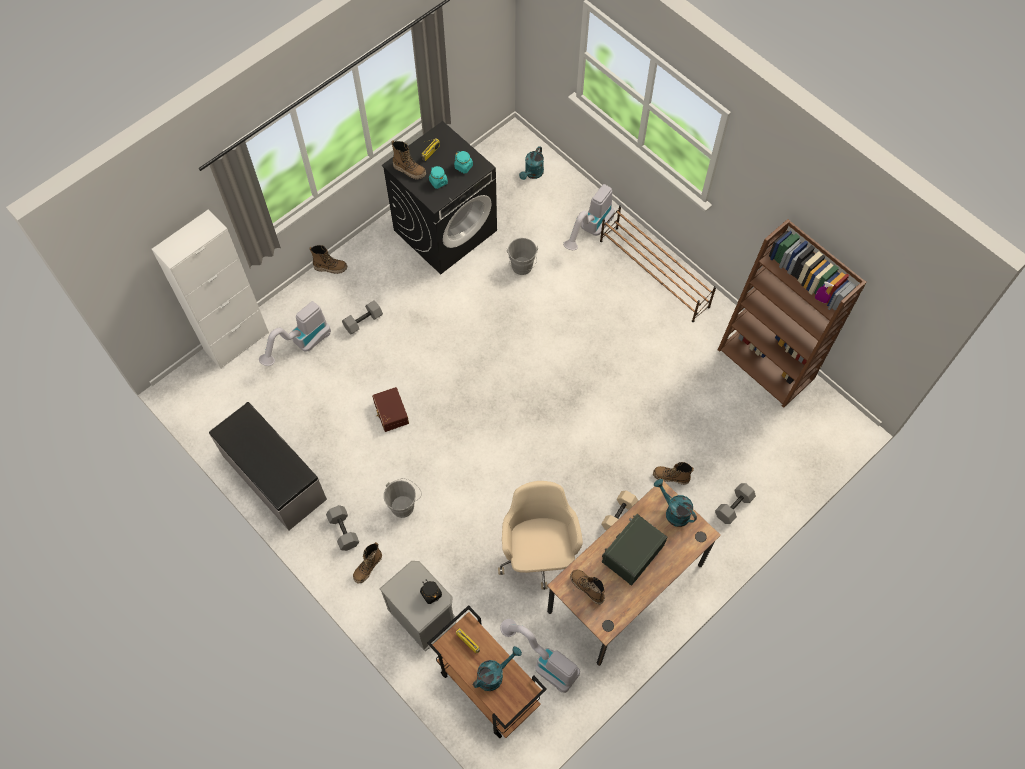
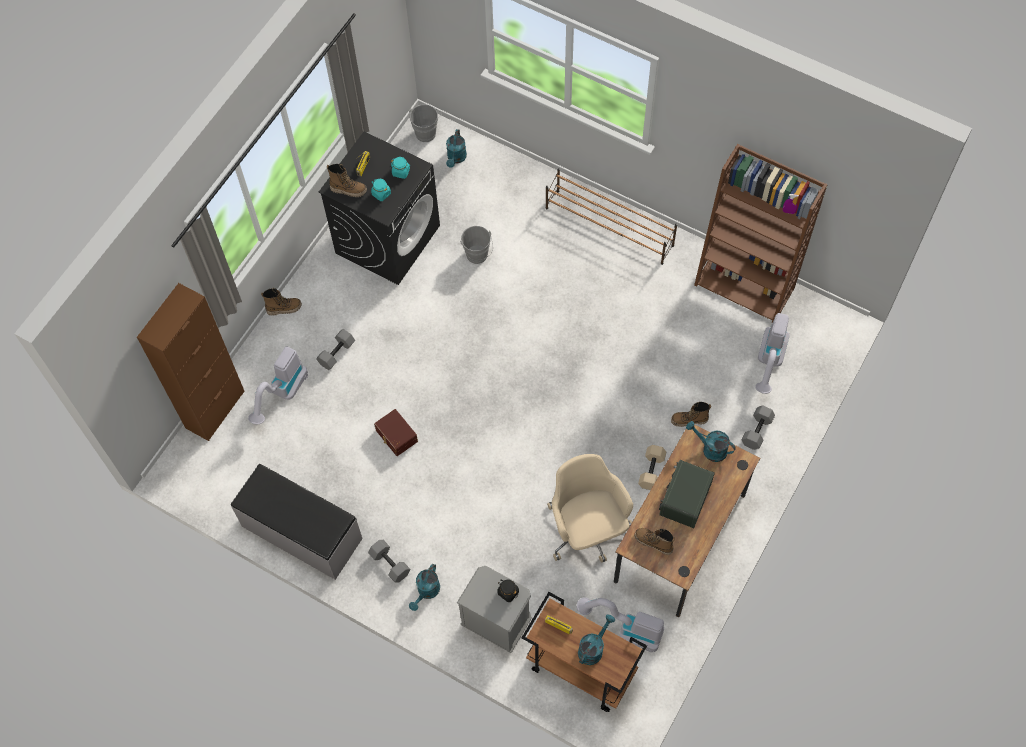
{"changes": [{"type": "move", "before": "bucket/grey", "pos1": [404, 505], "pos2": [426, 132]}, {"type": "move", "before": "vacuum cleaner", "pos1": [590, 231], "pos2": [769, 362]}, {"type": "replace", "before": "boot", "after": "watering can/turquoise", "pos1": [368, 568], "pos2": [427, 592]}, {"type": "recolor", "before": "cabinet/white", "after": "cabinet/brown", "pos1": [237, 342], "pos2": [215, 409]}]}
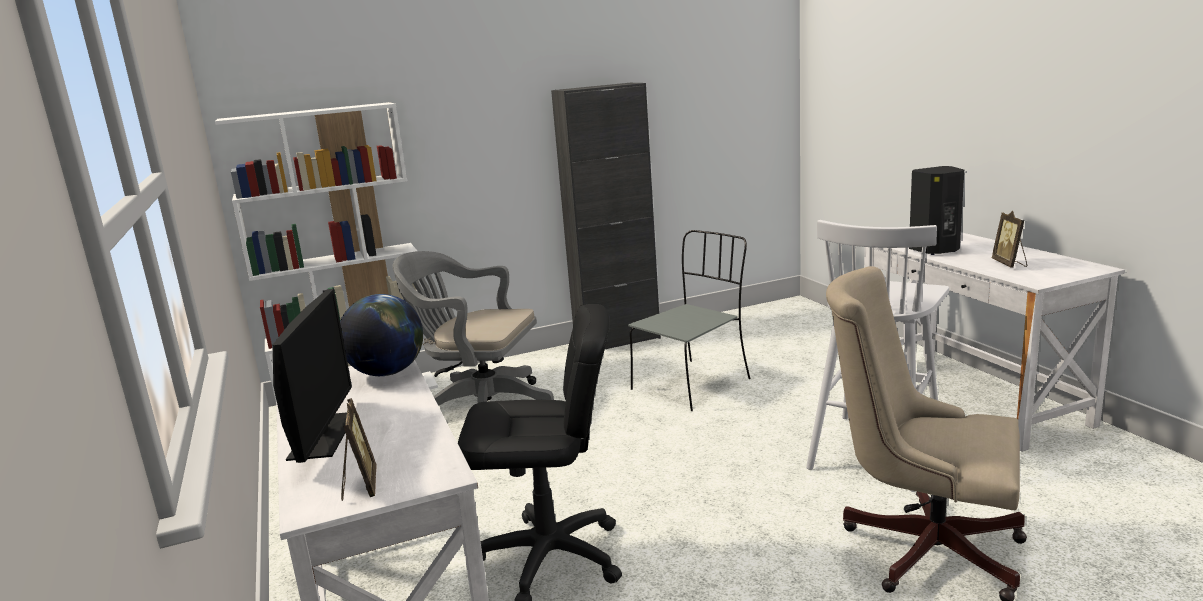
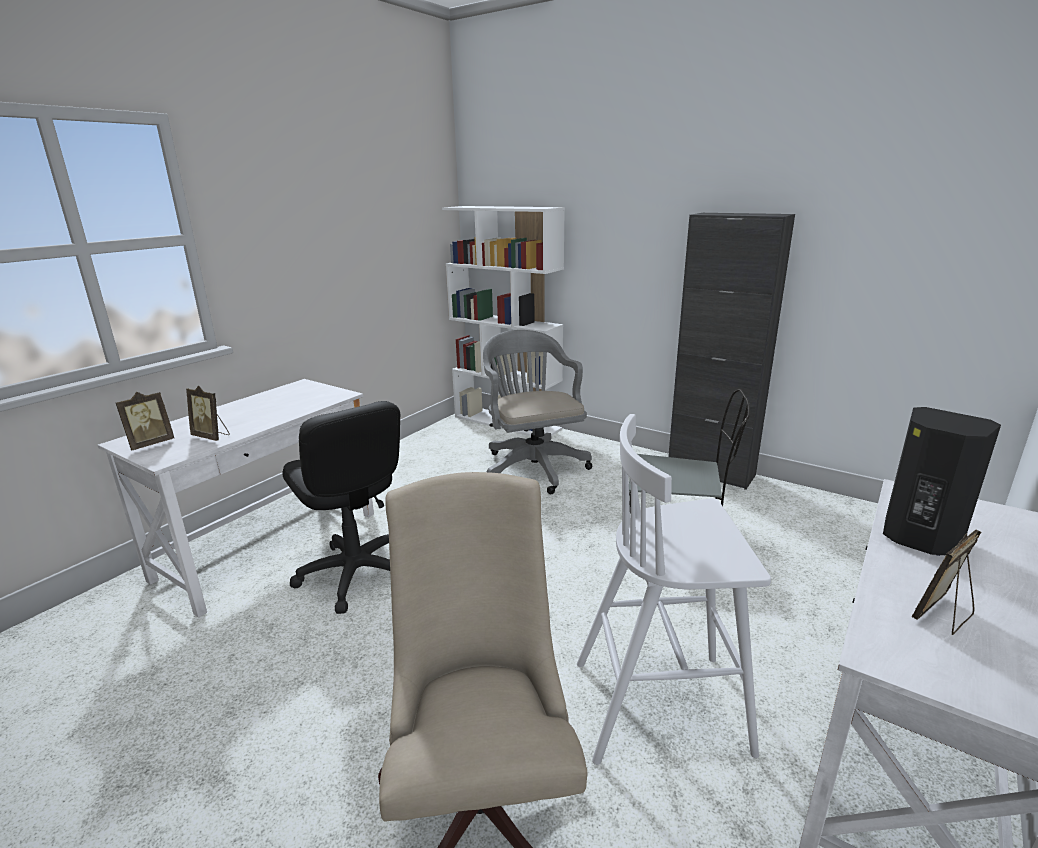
{"changes": [{"type": "delete", "before": "monitor", "pos1": [323, 435]}, {"type": "delete", "before": "globe", "pos1": [387, 372]}, {"type": "insert", "after": "picture frame", "pos2": [212, 436]}]}
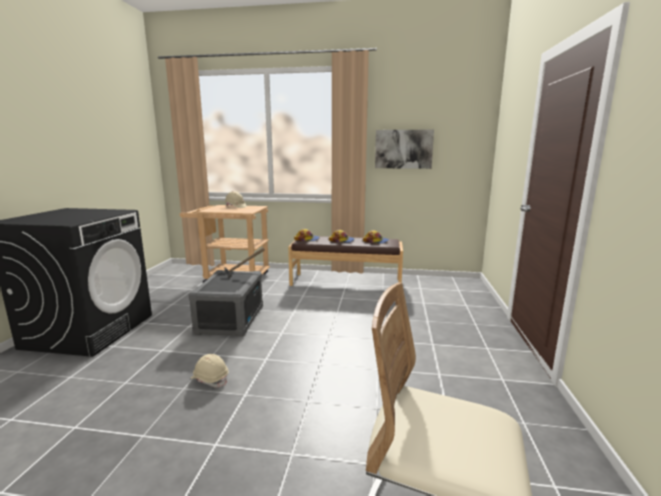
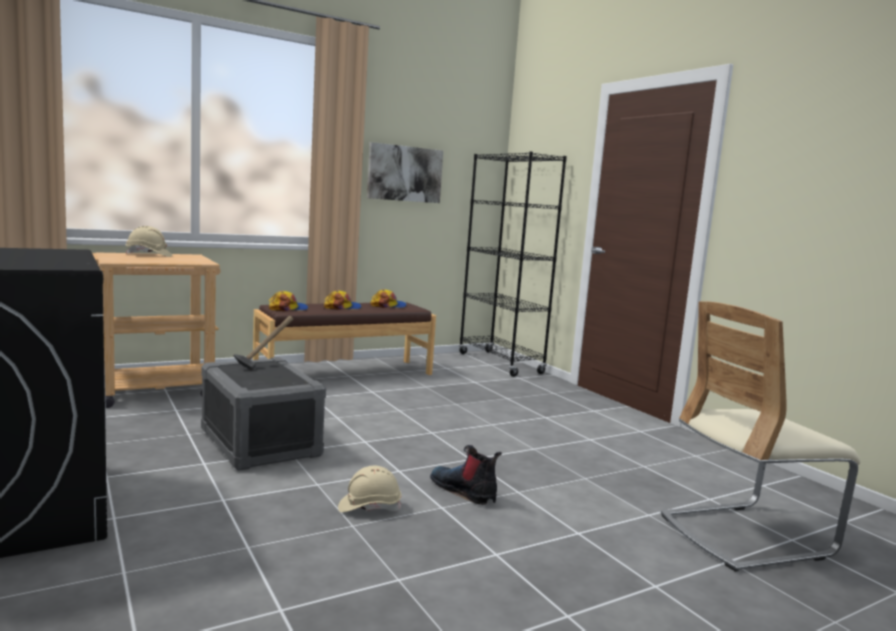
{"changes": [{"type": "insert", "after": "boot", "pos2": [464, 491]}, {"type": "insert", "after": "bookcase/black", "pos2": [500, 363]}]}
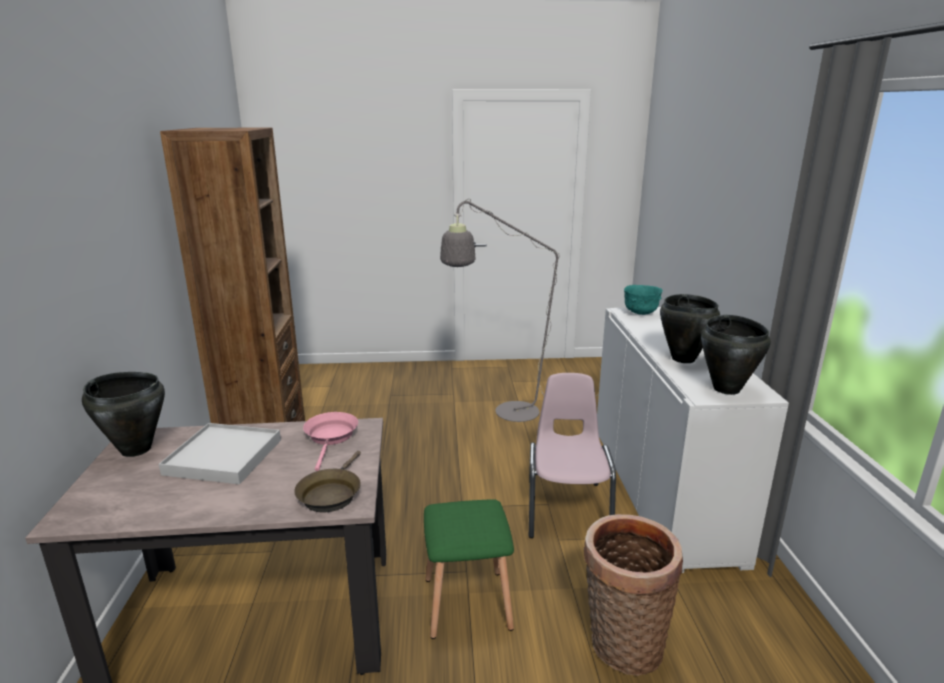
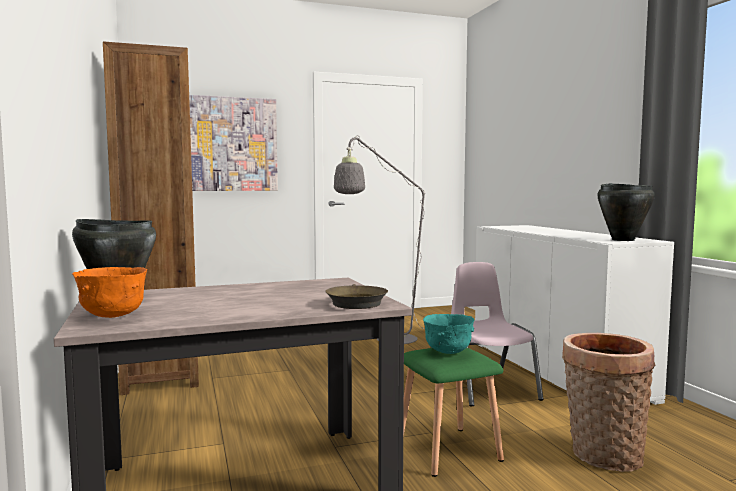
{"changes": [{"type": "delete", "before": "tray/white", "pos1": [223, 457]}, {"type": "delete", "before": "frying pan/pink", "pos1": [331, 437]}, {"type": "delete", "before": "cooking pot/black", "pos1": [683, 359]}, {"type": "insert", "after": "bowl/orange", "pos2": [112, 316]}, {"type": "insert", "after": "picture", "pos2": [230, 144]}, {"type": "move", "before": "bowl/turquoise", "pos1": [640, 313], "pos2": [448, 352]}]}
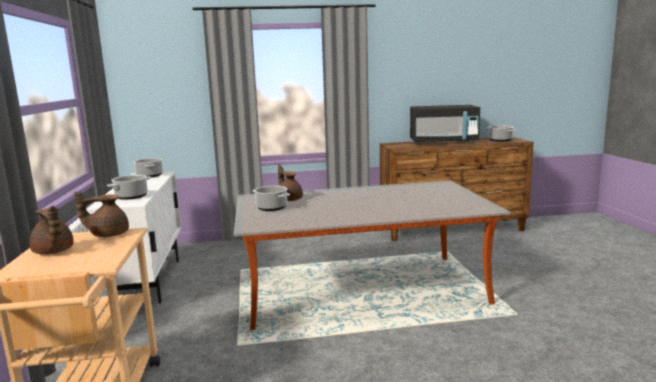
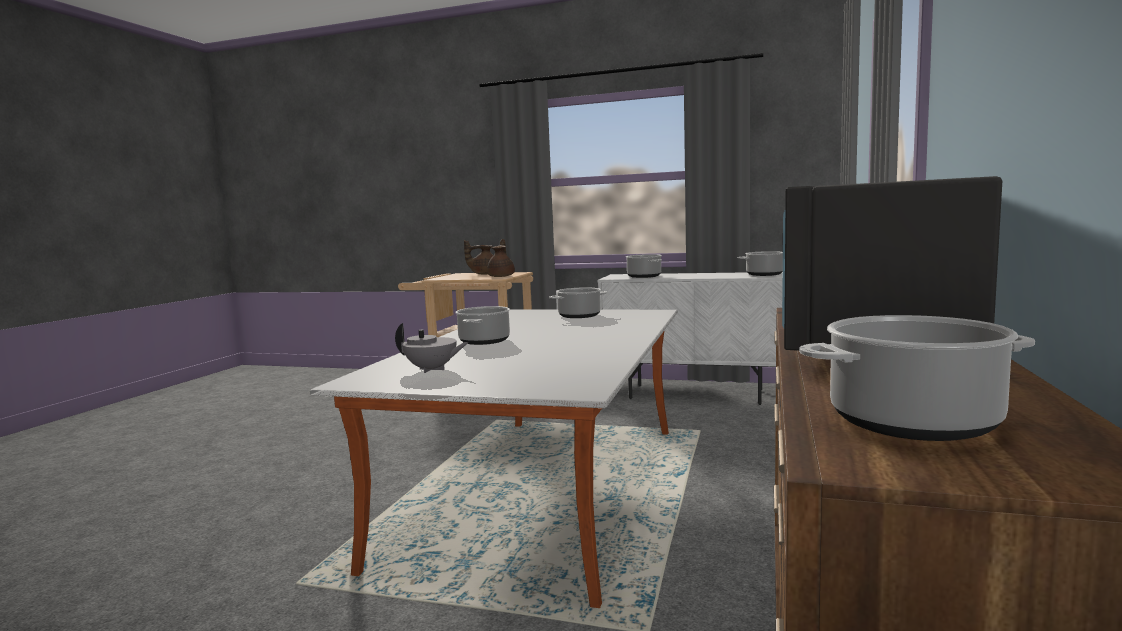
{"changes": [{"type": "delete", "before": "teapot/brown", "pos1": [290, 199]}, {"type": "insert", "after": "teapot/grey", "pos2": [432, 369]}, {"type": "insert", "after": "cooking pot", "pos2": [484, 341]}]}
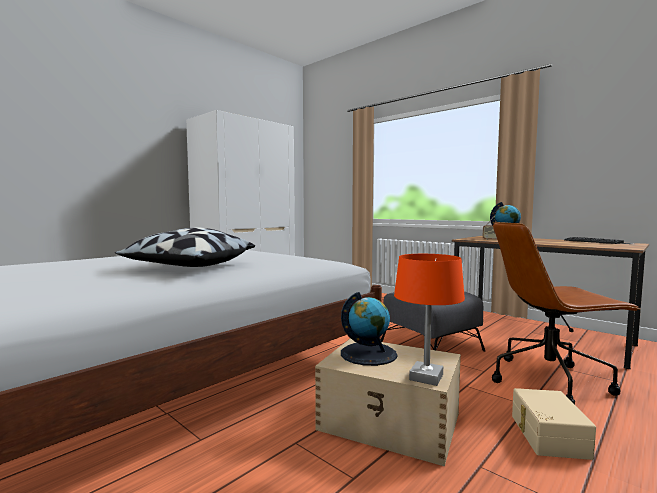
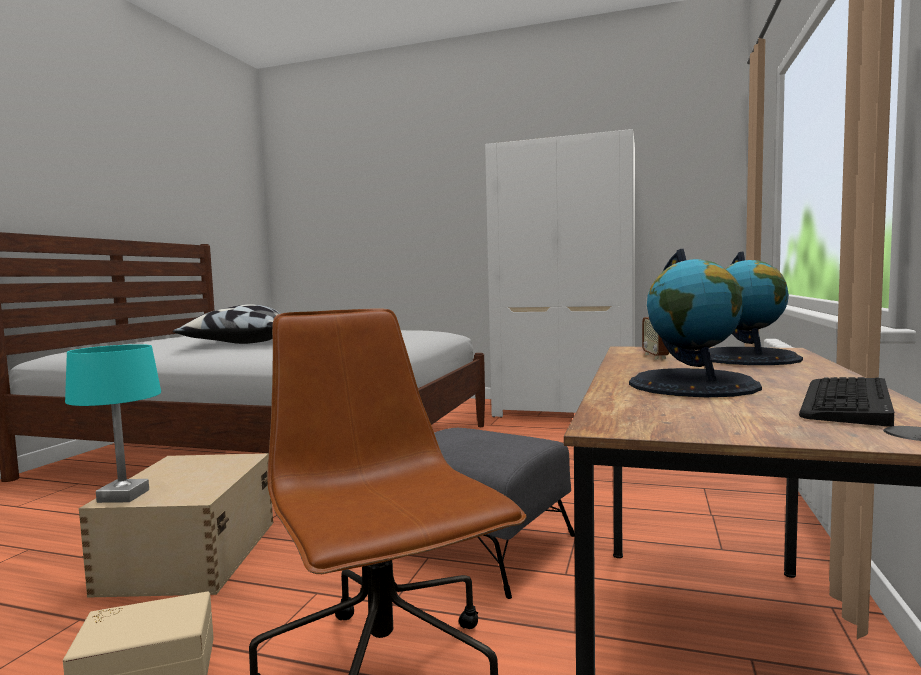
{"changes": [{"type": "move", "before": "globe", "pos1": [368, 354], "pos2": [693, 385]}, {"type": "recolor", "before": "table lamp/orange", "after": "table lamp/turquoise", "pos1": [426, 377], "pos2": [123, 496]}]}
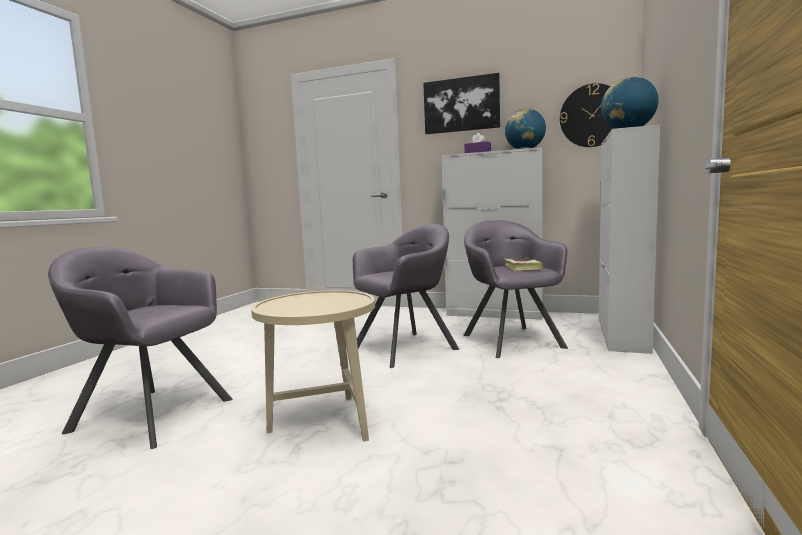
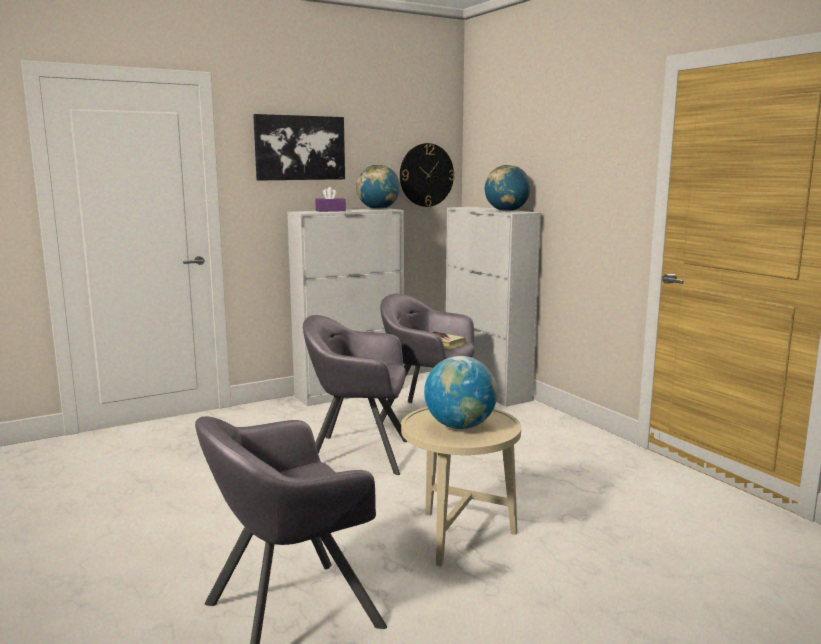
{"changes": [{"type": "insert", "after": "globe", "pos2": [460, 426]}, {"type": "rotate", "before": "armchair/grey", "pos1": [405, 348], "pos2": [358, 454], "turn": -90}]}
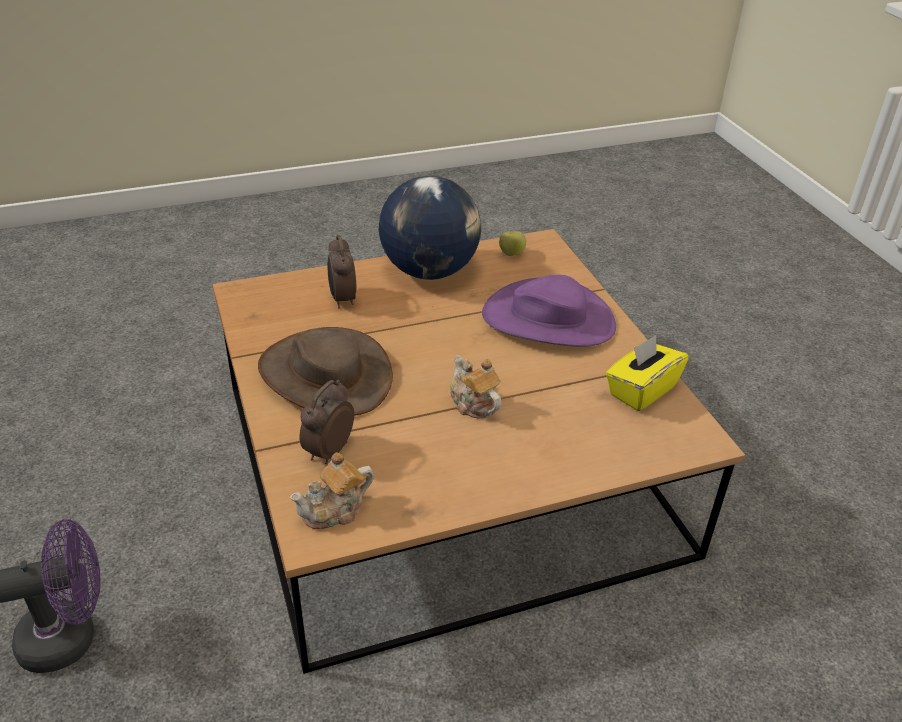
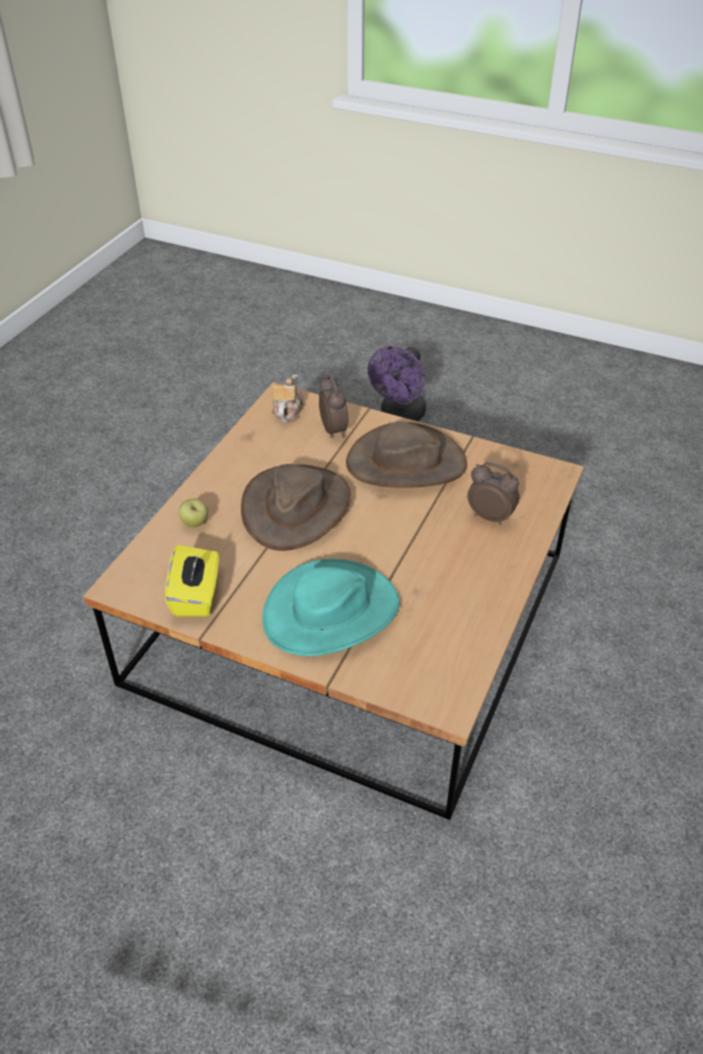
{"changes": [{"type": "delete", "before": "globe", "pos1": [429, 271]}, {"type": "move", "before": "apple", "pos1": [511, 254], "pos2": [195, 523]}, {"type": "replace", "before": "teapot", "after": "hat/brown", "pos1": [473, 403], "pos2": [296, 507]}, {"type": "recolor", "before": "hat/purple", "after": "hat/turquoise", "pos1": [548, 319], "pos2": [331, 611]}]}
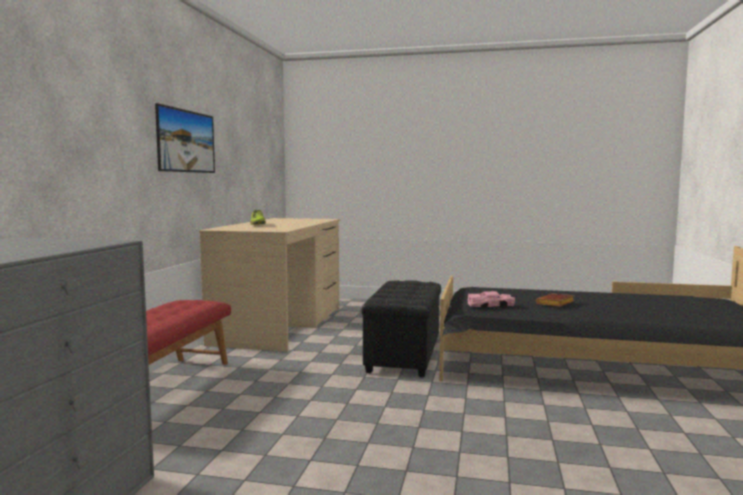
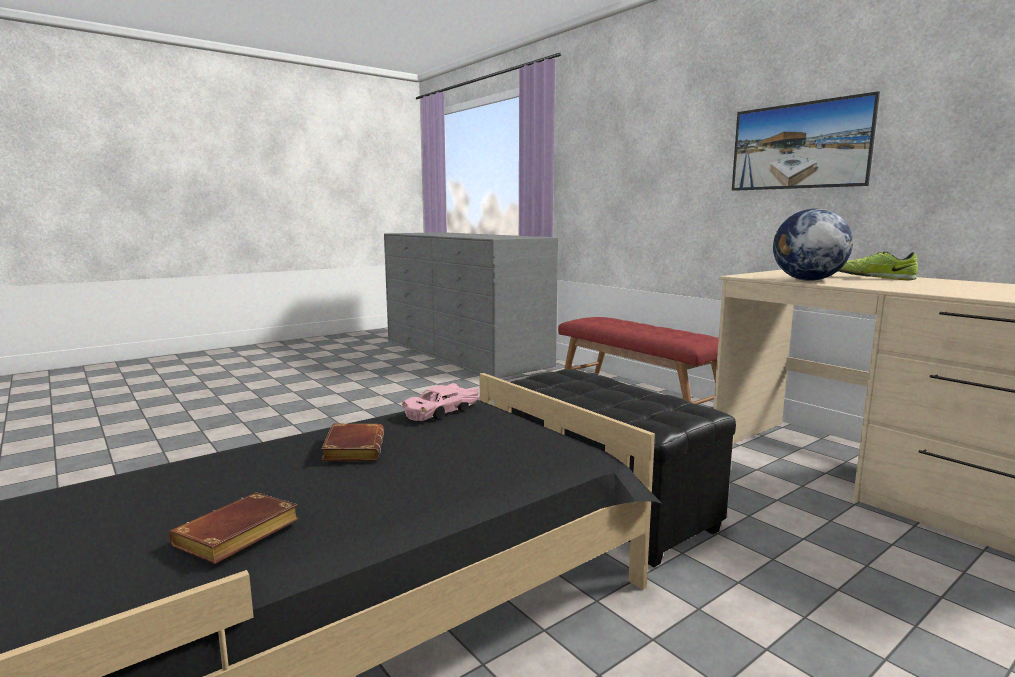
{"changes": [{"type": "insert", "after": "book/brown", "pos2": [237, 538]}, {"type": "insert", "after": "globe", "pos2": [807, 280]}]}
